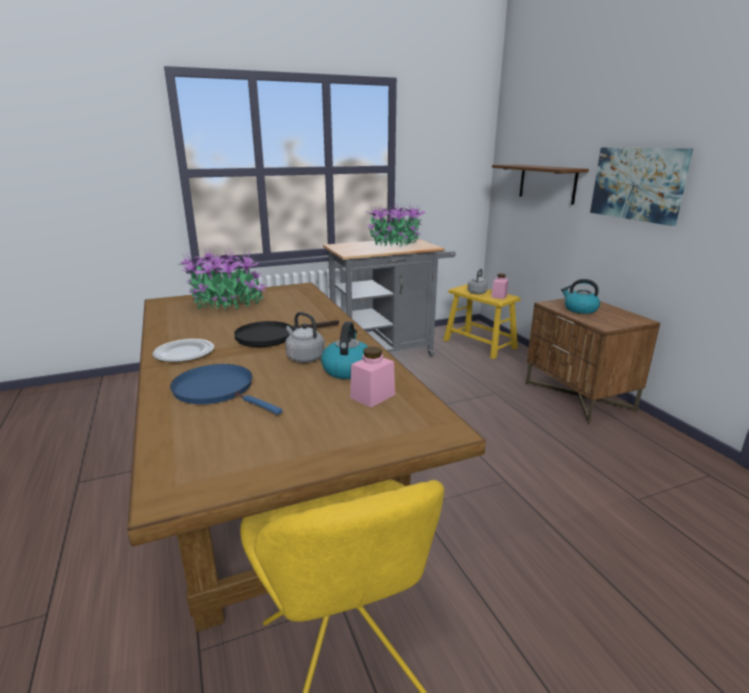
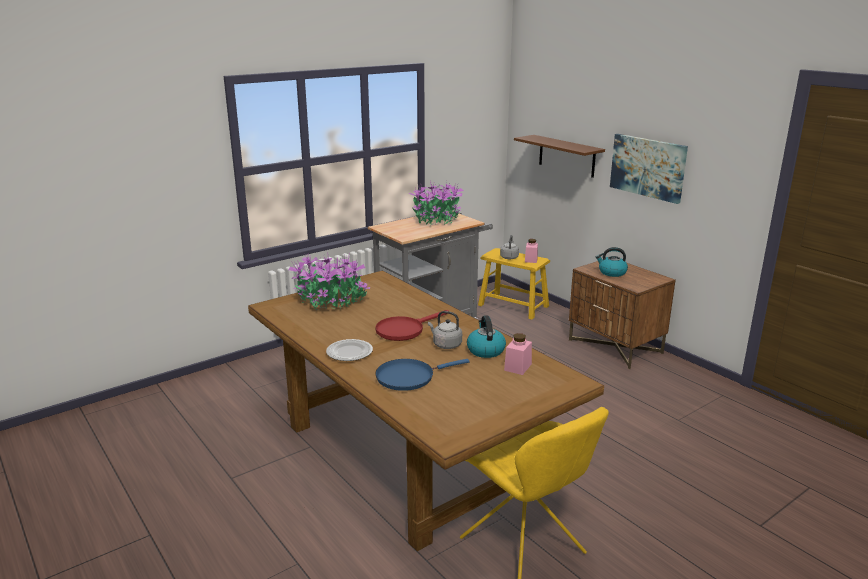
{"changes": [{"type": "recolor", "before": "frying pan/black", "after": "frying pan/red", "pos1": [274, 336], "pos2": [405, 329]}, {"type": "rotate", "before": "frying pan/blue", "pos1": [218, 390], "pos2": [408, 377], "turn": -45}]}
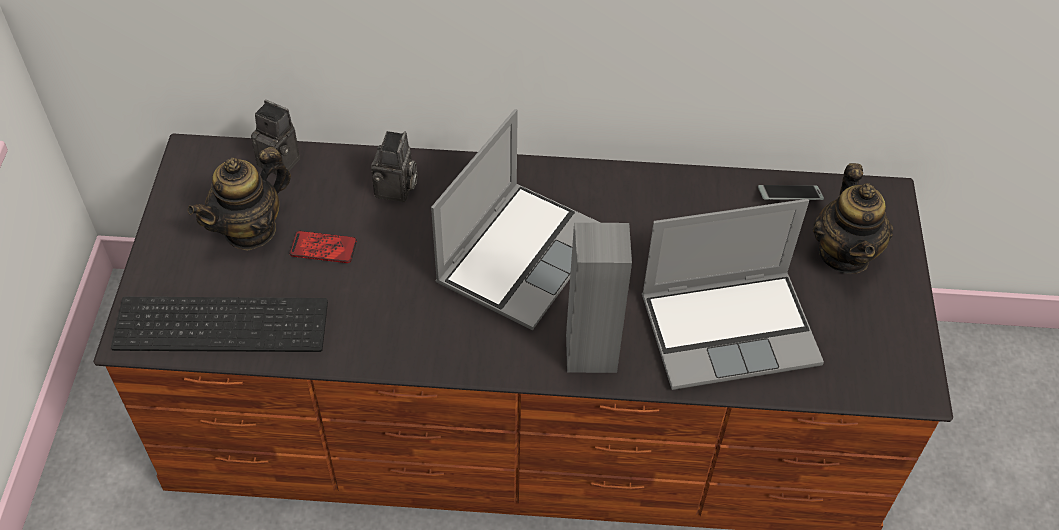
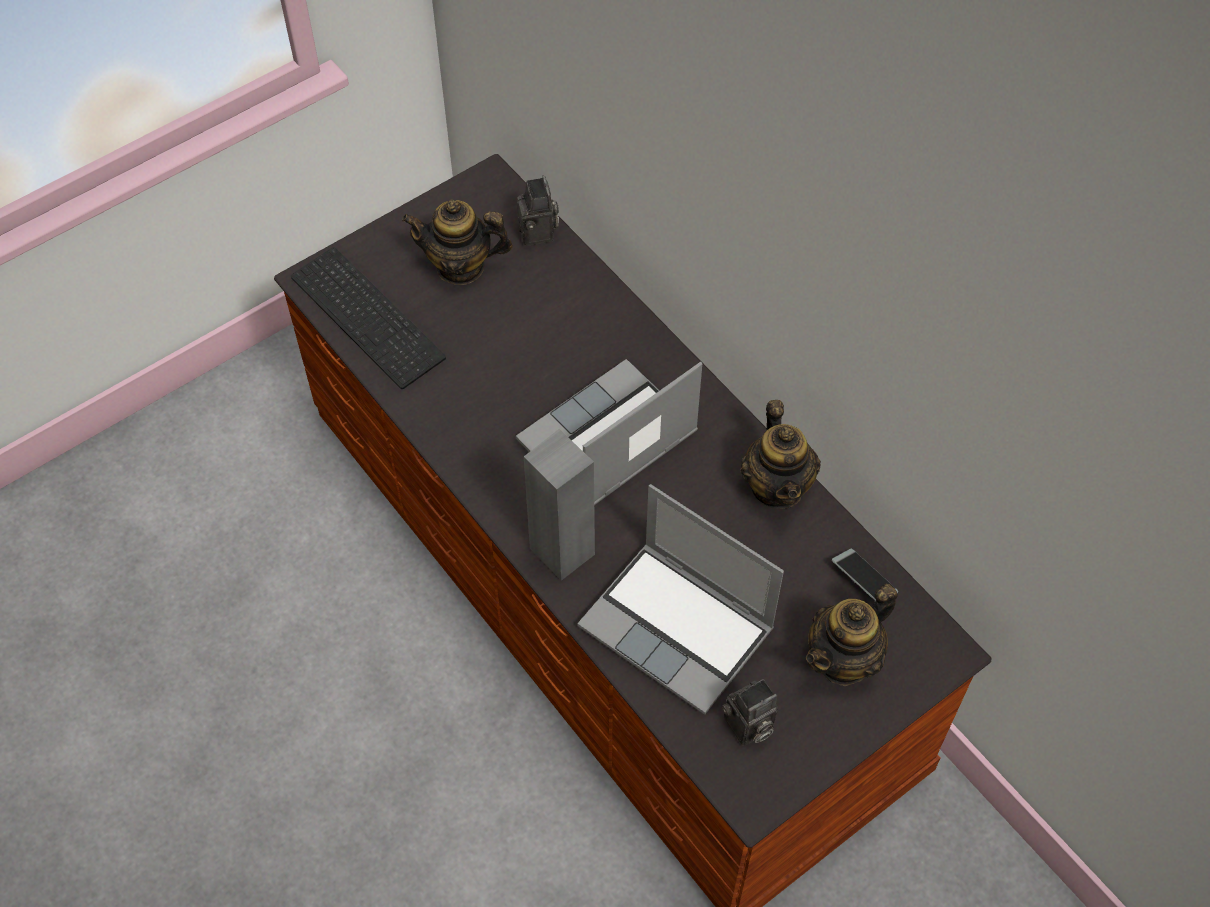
{"changes": [{"type": "delete", "before": "phone", "pos1": [323, 248]}, {"type": "insert", "after": "teapot", "pos2": [777, 486]}, {"type": "move", "before": "photo camera", "pos1": [396, 190], "pos2": [748, 727]}, {"type": "rotate", "before": "laptop", "pos1": [520, 255], "pos2": [607, 440], "turn": 150}]}
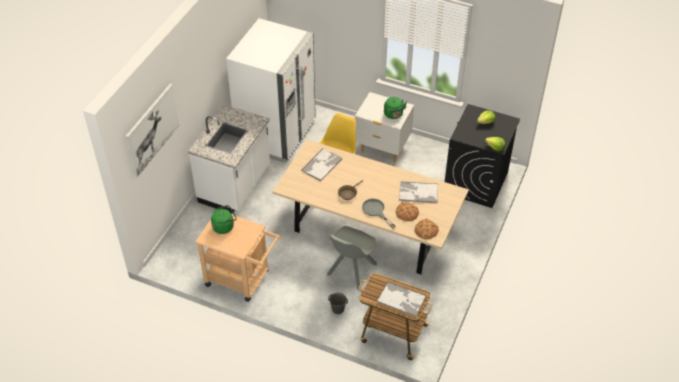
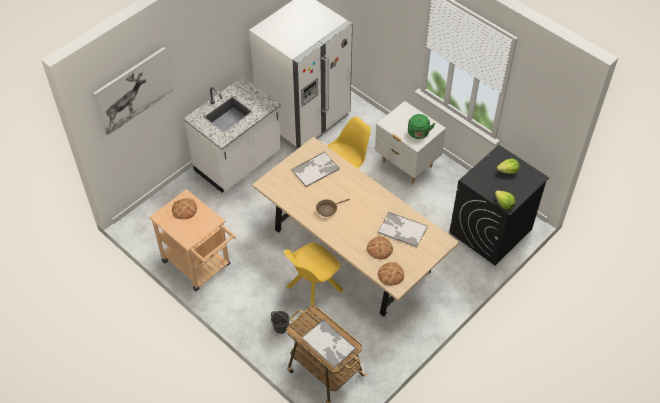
{"changes": [{"type": "delete", "before": "frying pan/grey", "pos1": [376, 211]}, {"type": "replace", "before": "kettle/green", "after": "bread", "pos1": [224, 226], "pos2": [184, 209]}, {"type": "recolor", "before": "chair/grey", "after": "chair/yellow", "pos1": [351, 270], "pos2": [313, 289]}]}
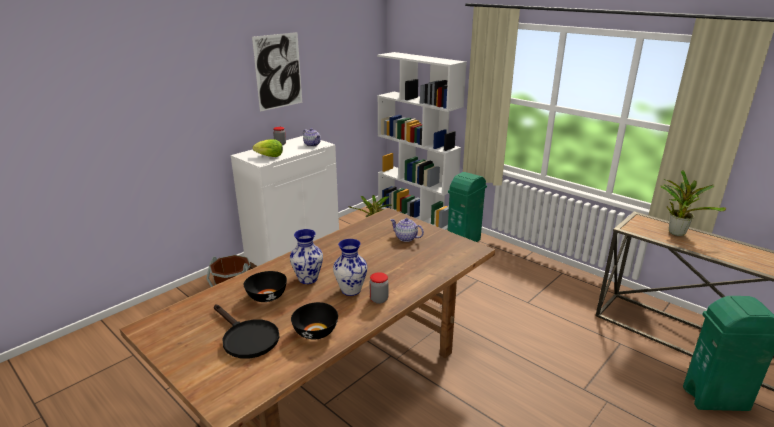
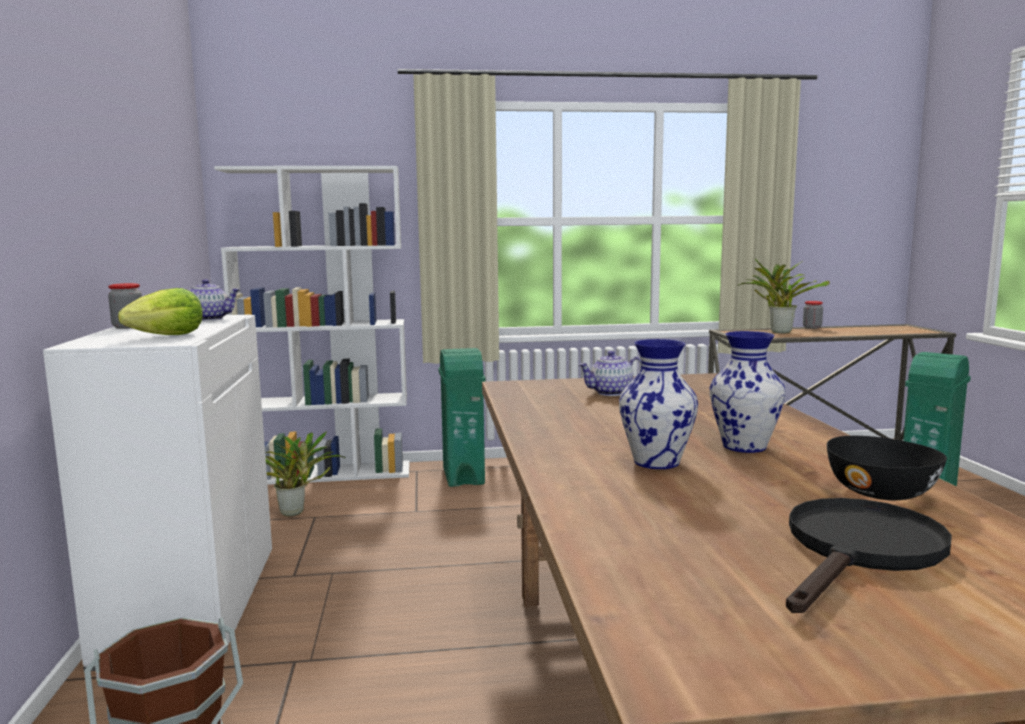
{"changes": [{"type": "delete", "before": "bowl/black", "pos1": [266, 297]}, {"type": "delete", "before": "picture", "pos1": [278, 71]}, {"type": "move", "before": "jar", "pos1": [379, 299], "pos2": [812, 327]}, {"type": "rotate", "before": "frying pan/black", "pos1": [246, 338], "pos2": [860, 551], "turn": -45}]}
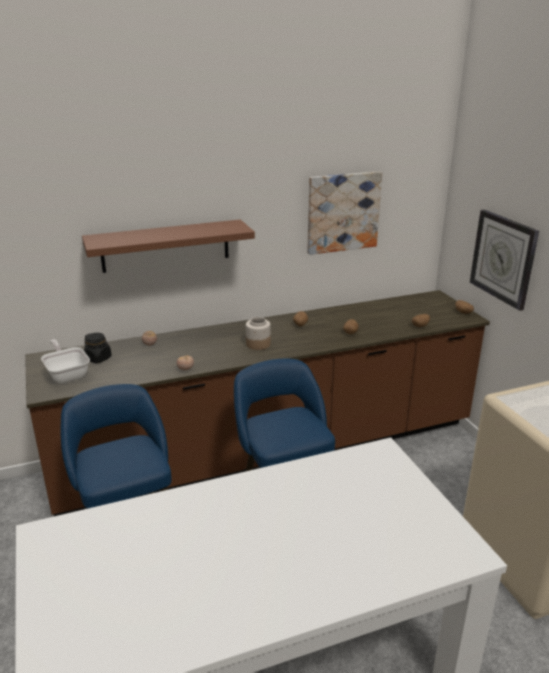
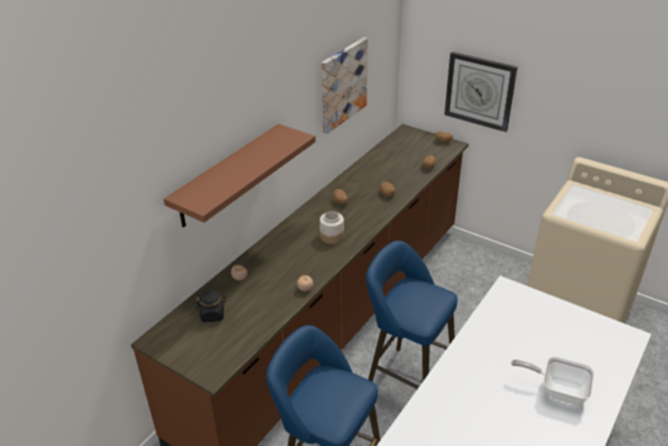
{"changes": [{"type": "move", "before": "frying pan", "pos1": [67, 374], "pos2": [558, 390]}]}
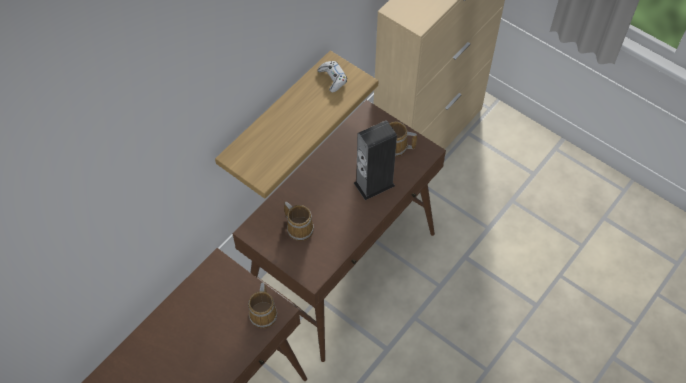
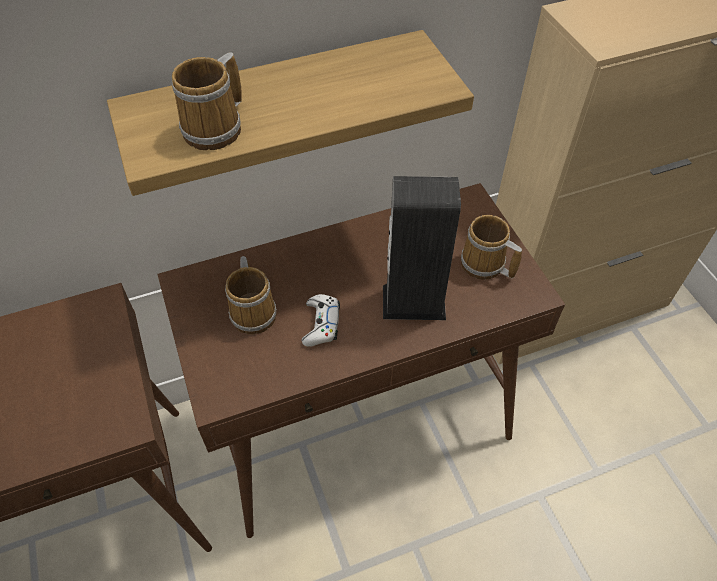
{"changes": [{"type": "move", "before": "mug", "pos1": [264, 313], "pos2": [216, 128]}, {"type": "move", "before": "game controller/white", "pos1": [333, 78], "pos2": [321, 324]}]}
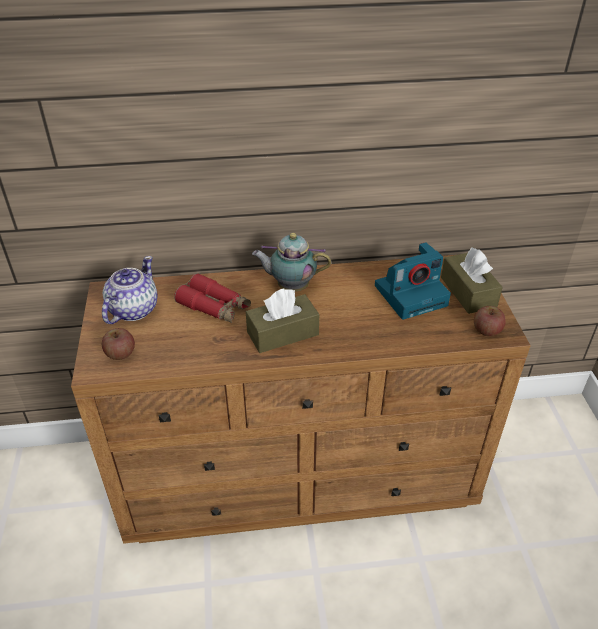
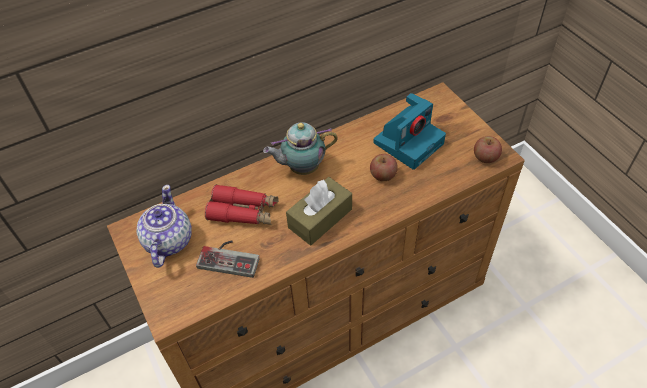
{"changes": [{"type": "delete", "before": "tissue box/brown", "pos1": [468, 292]}, {"type": "insert", "after": "game controller", "pos2": [230, 257]}, {"type": "move", "before": "apple", "pos1": [120, 353], "pos2": [383, 175]}]}
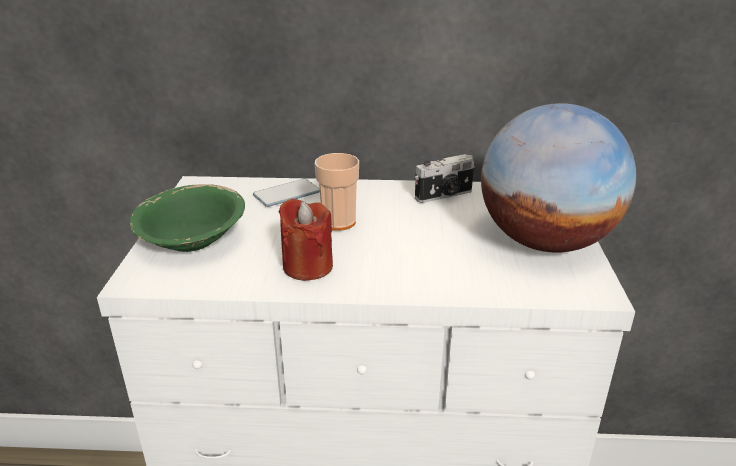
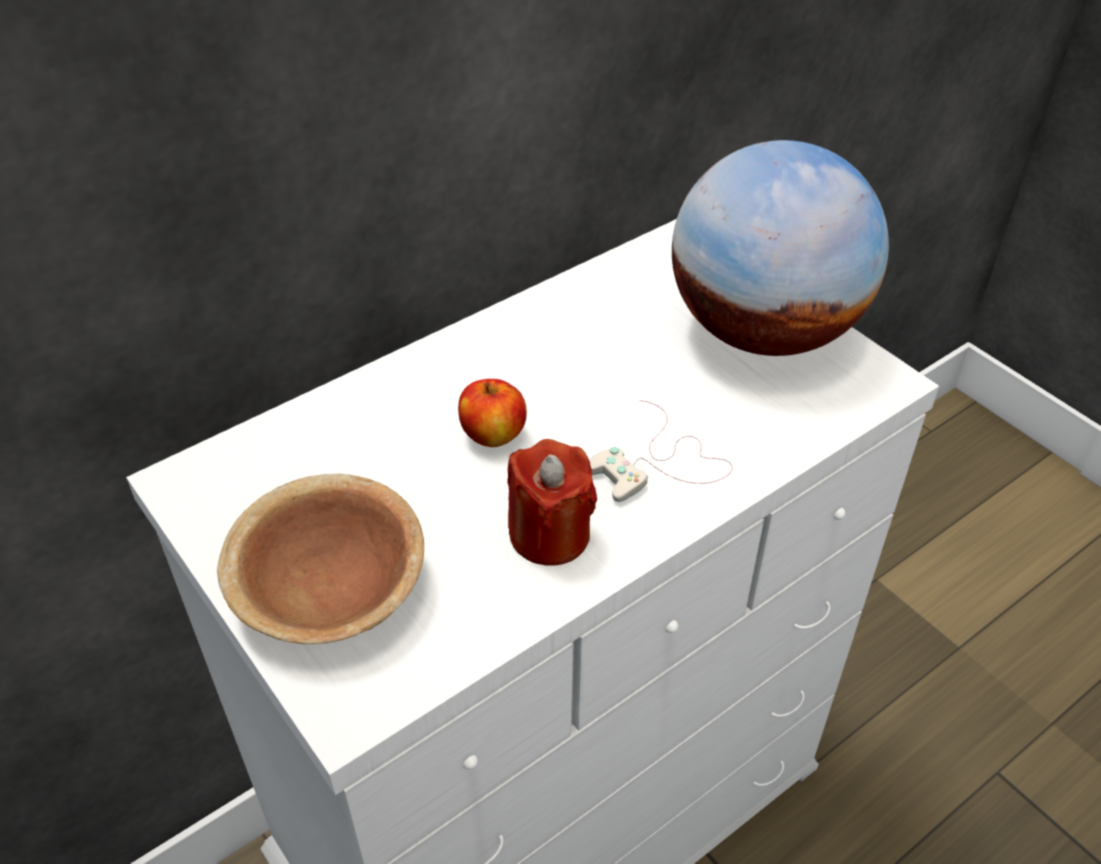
{"changes": [{"type": "delete", "before": "phone", "pos1": [287, 194]}, {"type": "delete", "before": "photo camera", "pos1": [444, 195]}, {"type": "insert", "after": "game controller/white", "pos2": [660, 464]}, {"type": "replace", "before": "cup", "after": "apple", "pos1": [338, 222], "pos2": [493, 435]}, {"type": "recolor", "before": "bowl/green", "after": "bowl/brown", "pos1": [192, 240], "pos2": [330, 590]}]}
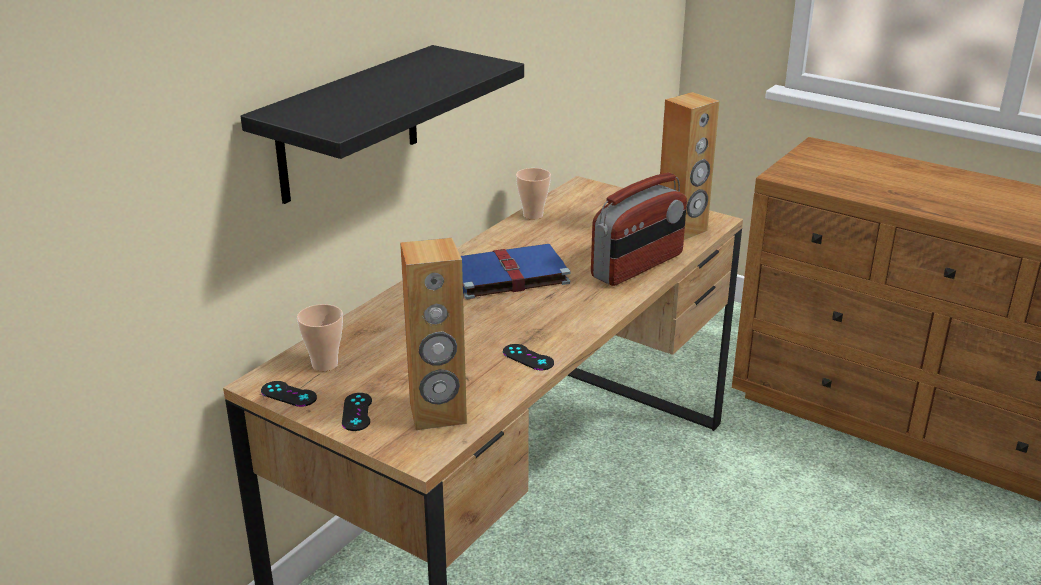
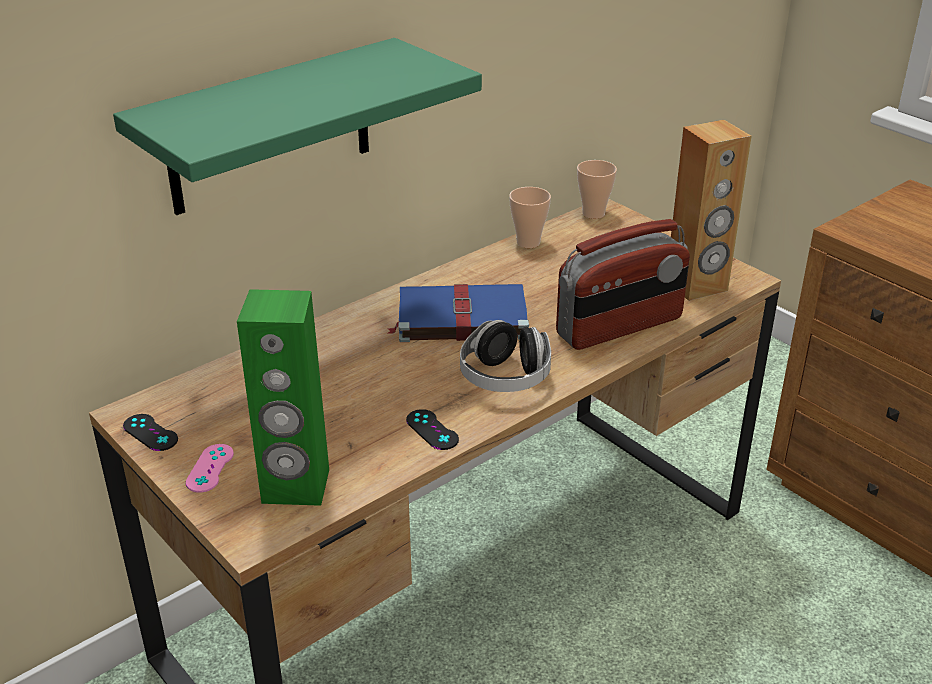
{"changes": [{"type": "insert", "after": "headphones", "pos2": [505, 378]}, {"type": "move", "before": "cup", "pos1": [325, 364], "pos2": [593, 214]}, {"type": "recolor", "before": "shelf/black", "after": "shelf/green", "pos1": [349, 124], "pos2": [270, 127]}, {"type": "recolor", "before": "game controller/black", "after": "game controller/pink", "pos1": [357, 412], "pos2": [210, 468]}, {"type": "recolor", "before": "speaker/brown", "after": "speaker/green", "pos1": [438, 414], "pos2": [295, 487]}]}
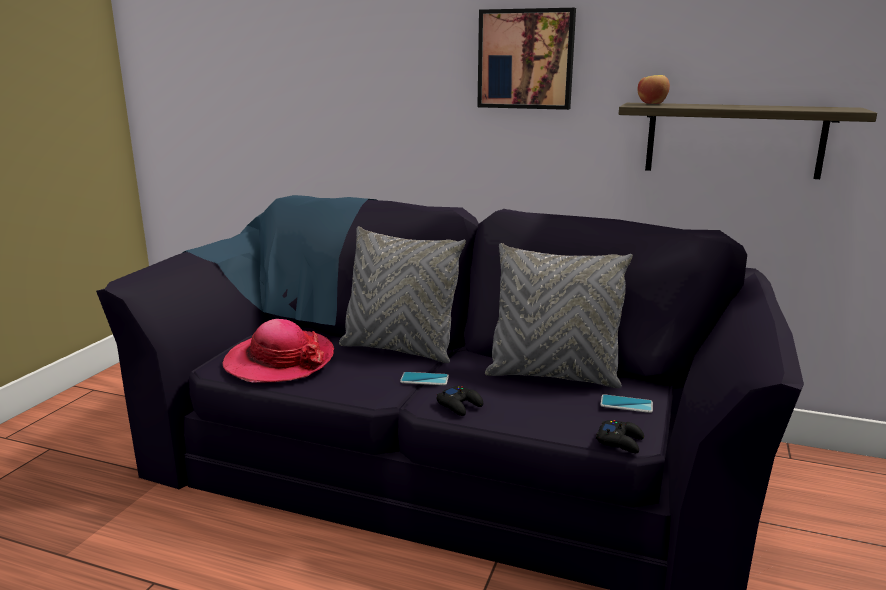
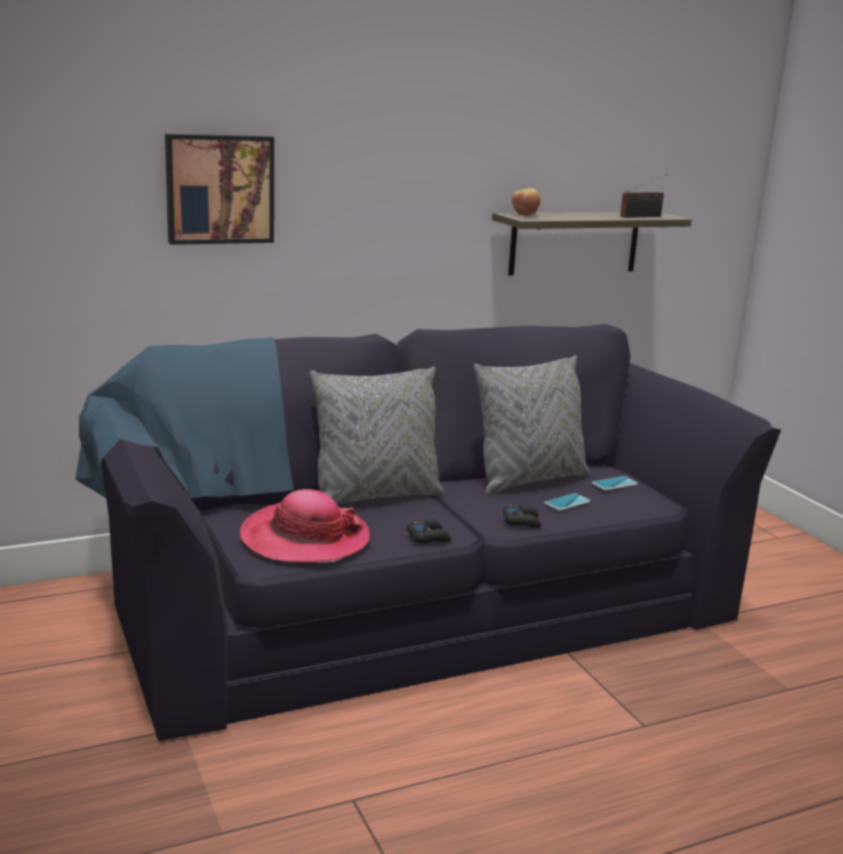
{"changes": [{"type": "insert", "after": "radio", "pos2": [643, 216]}, {"type": "move", "before": "phone", "pos1": [424, 379], "pos2": [567, 503]}, {"type": "move", "before": "picture", "pos1": [526, 59], "pos2": [219, 189]}, {"type": "move", "before": "game controller/black", "pos1": [620, 441], "pos2": [428, 537]}]}
